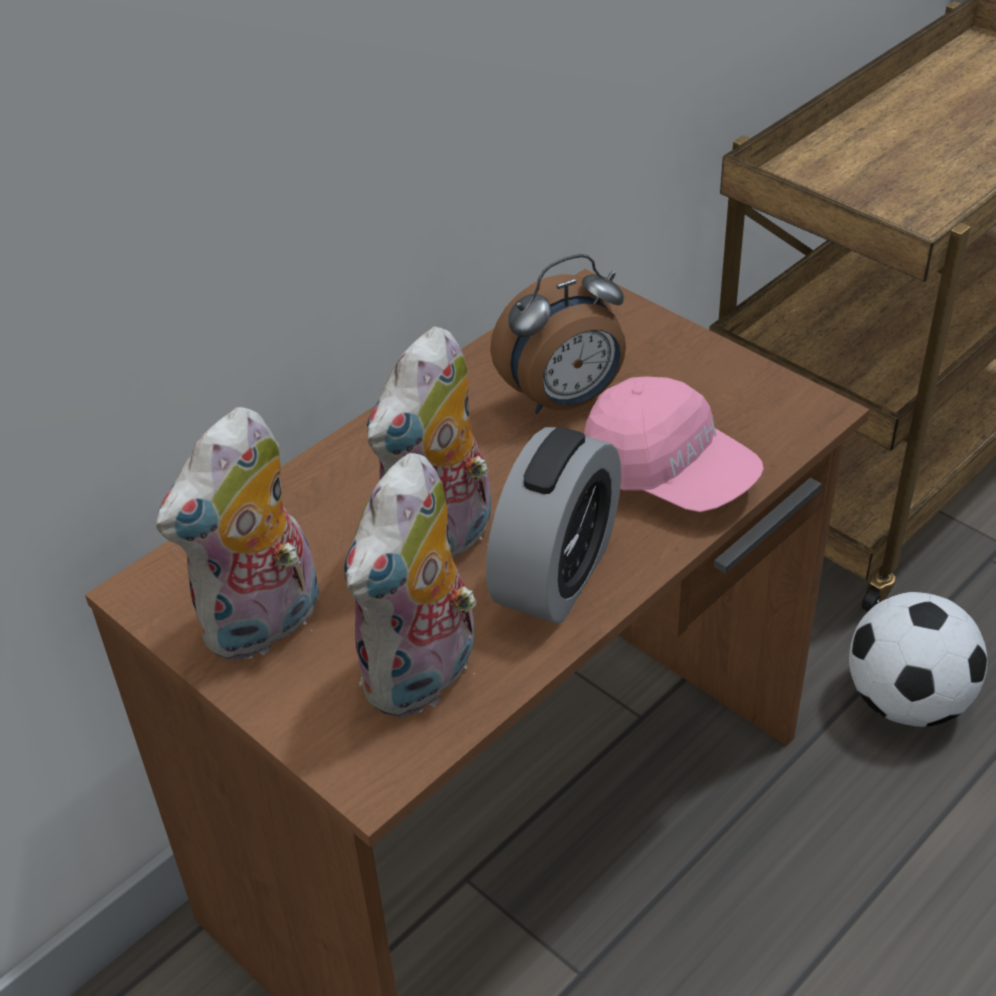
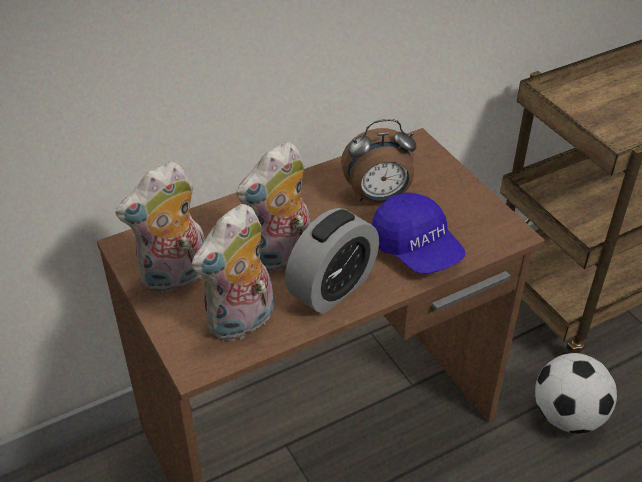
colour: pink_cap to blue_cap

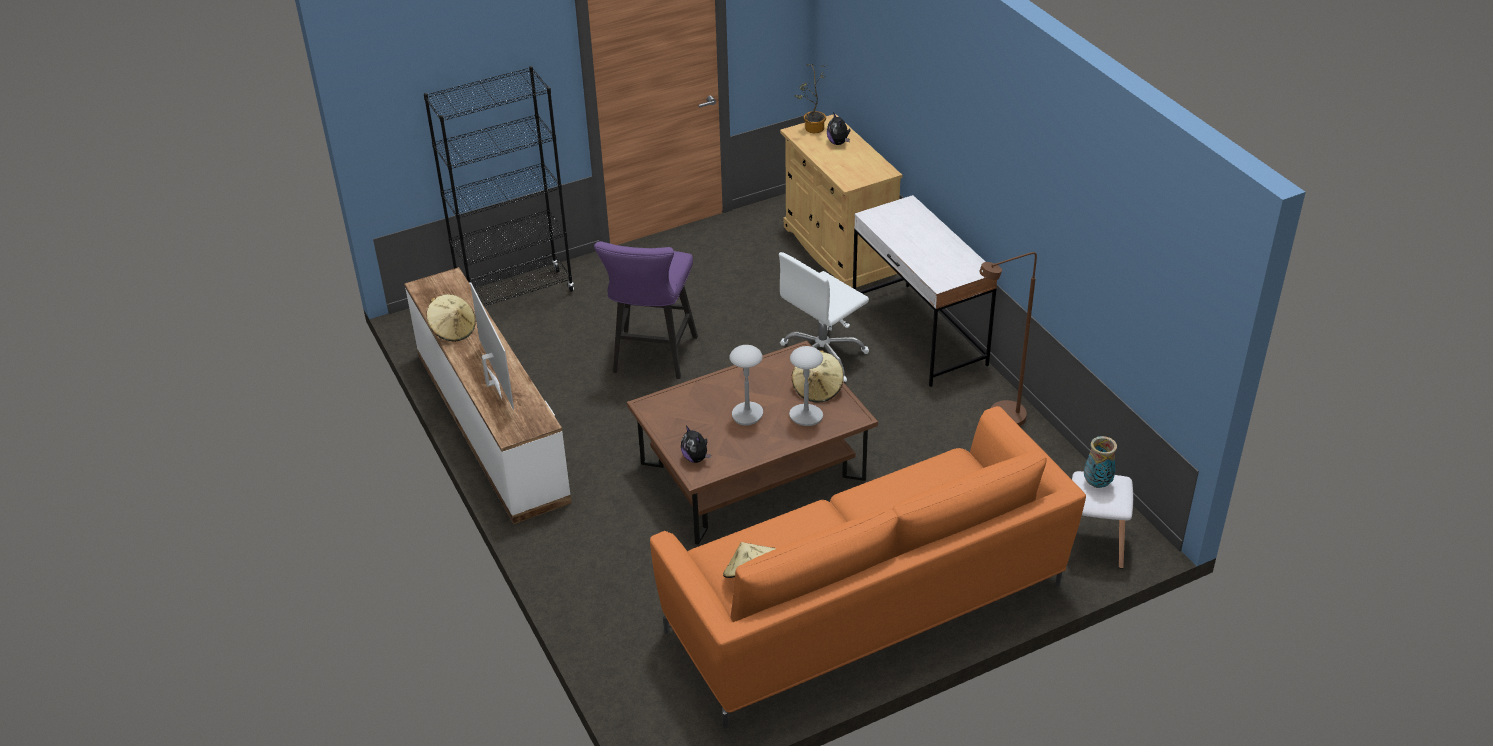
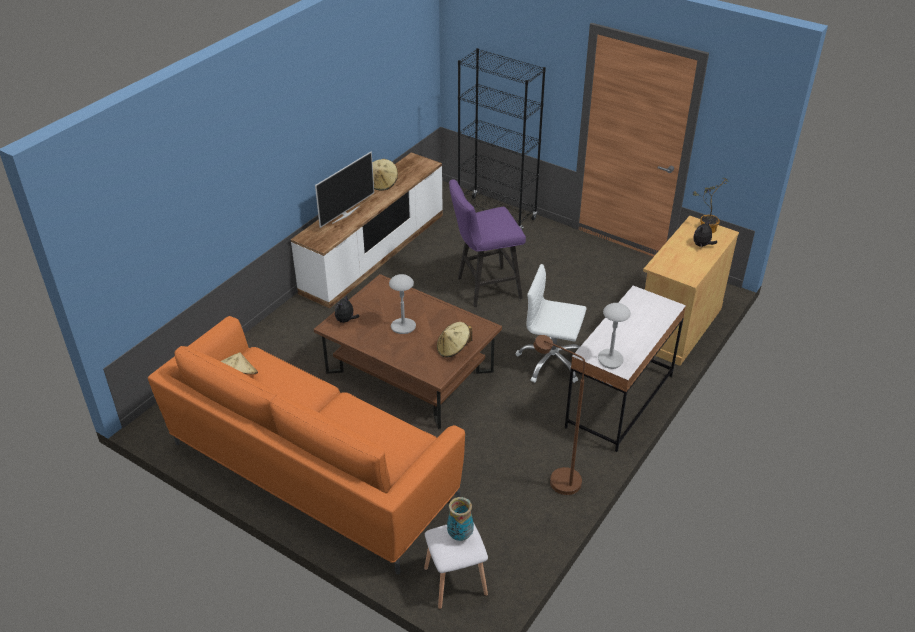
relocated: grey_table_lamp (no. 2 from left)

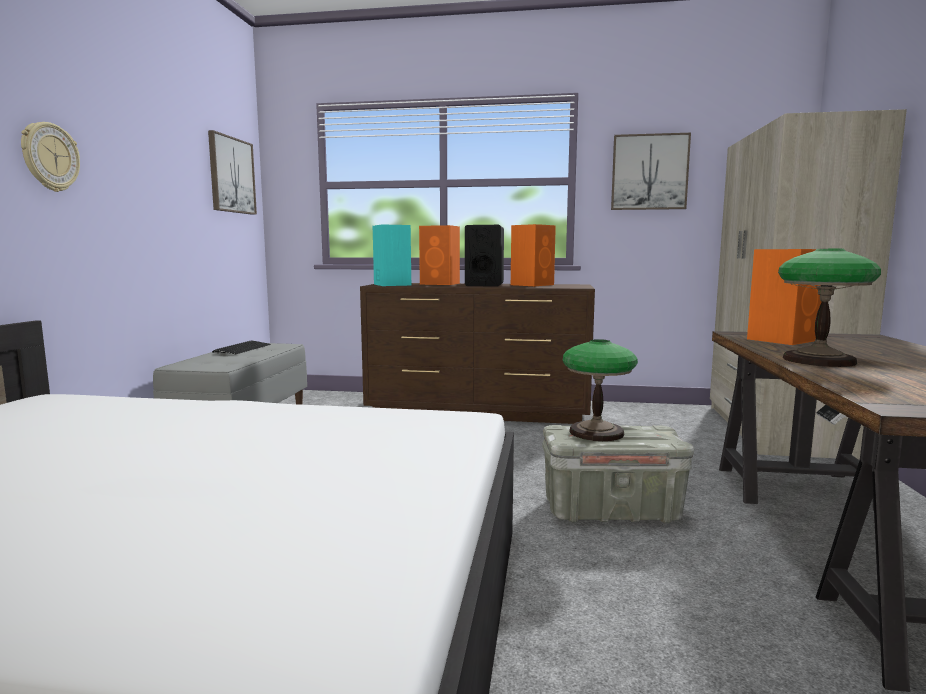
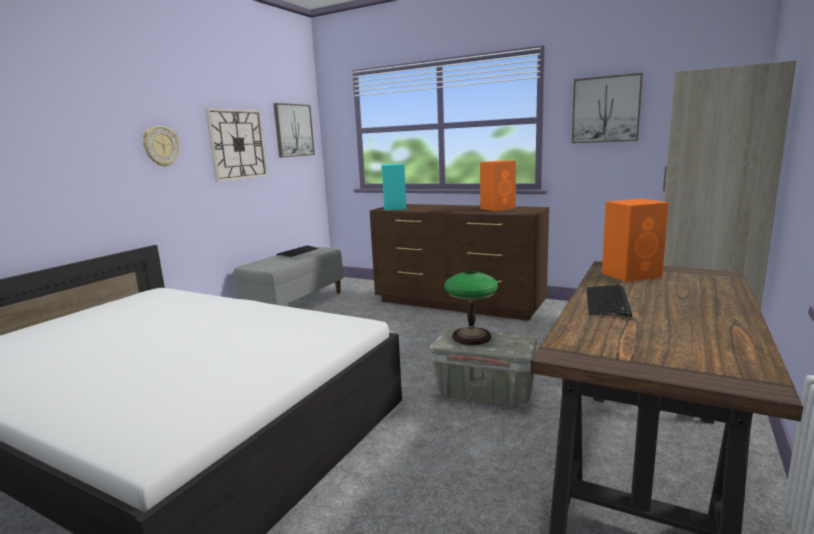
missing: orange_speaker (no. 1 from left); black_speaker
appeared: wall_clock (no. 2 from left)
exchanged: table_lamp (no. 2 from left) to keyboard (no. 2 from left)

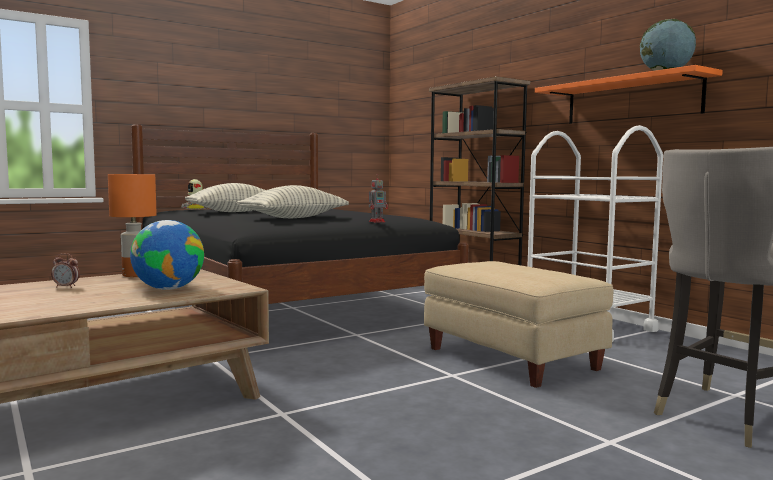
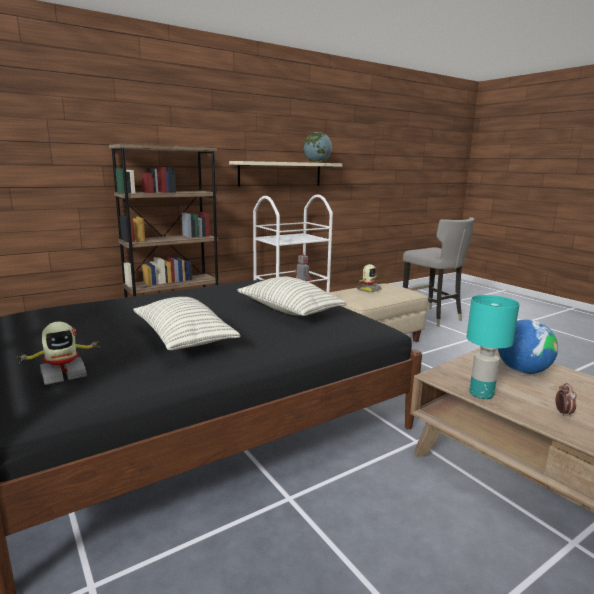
appeared: toy_robot (no. 3 from left)
colour: orange_table_lamp to turquoise_table_lamp; orange_shelf to beige_shelf

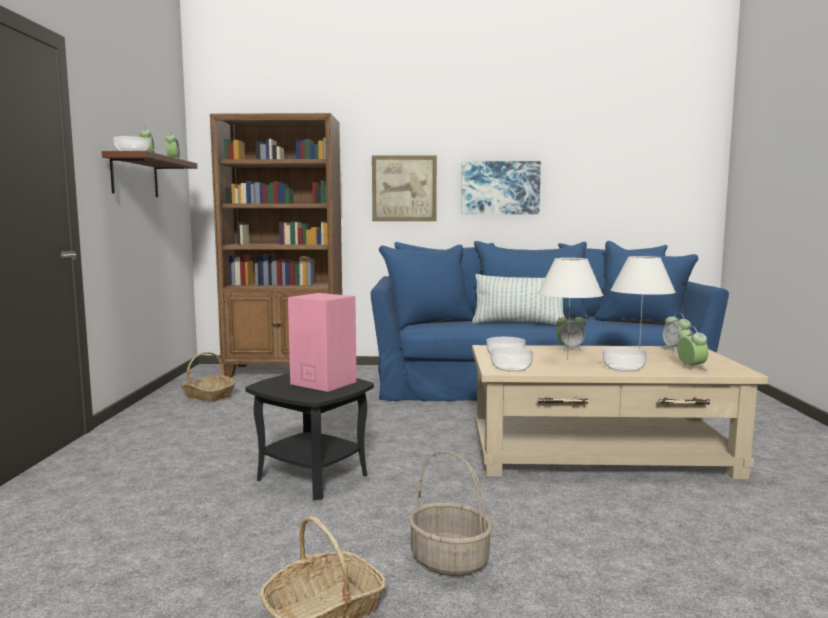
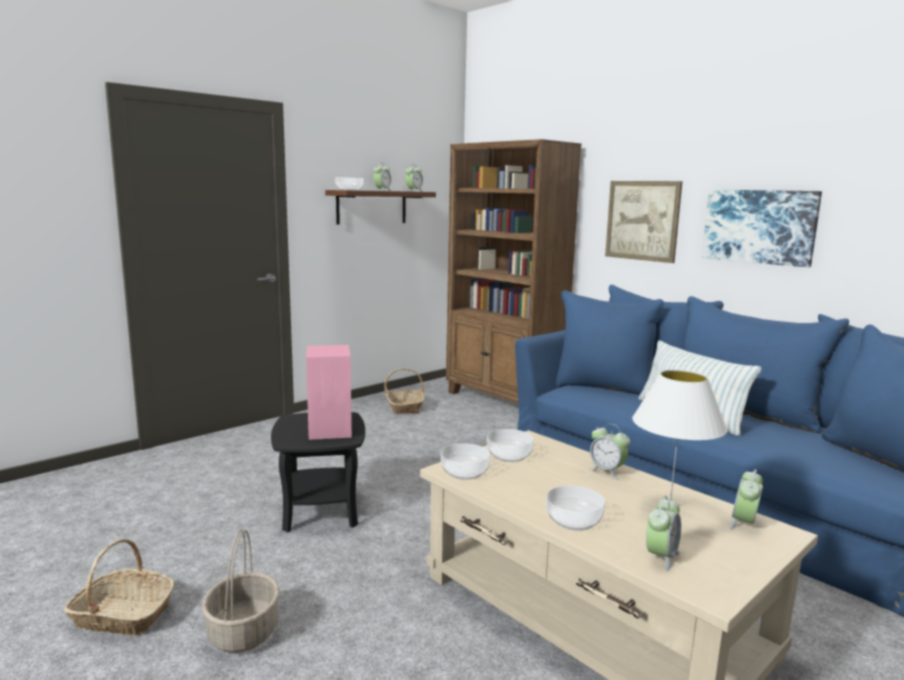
missing: white_table_lamp (no. 1 from left)

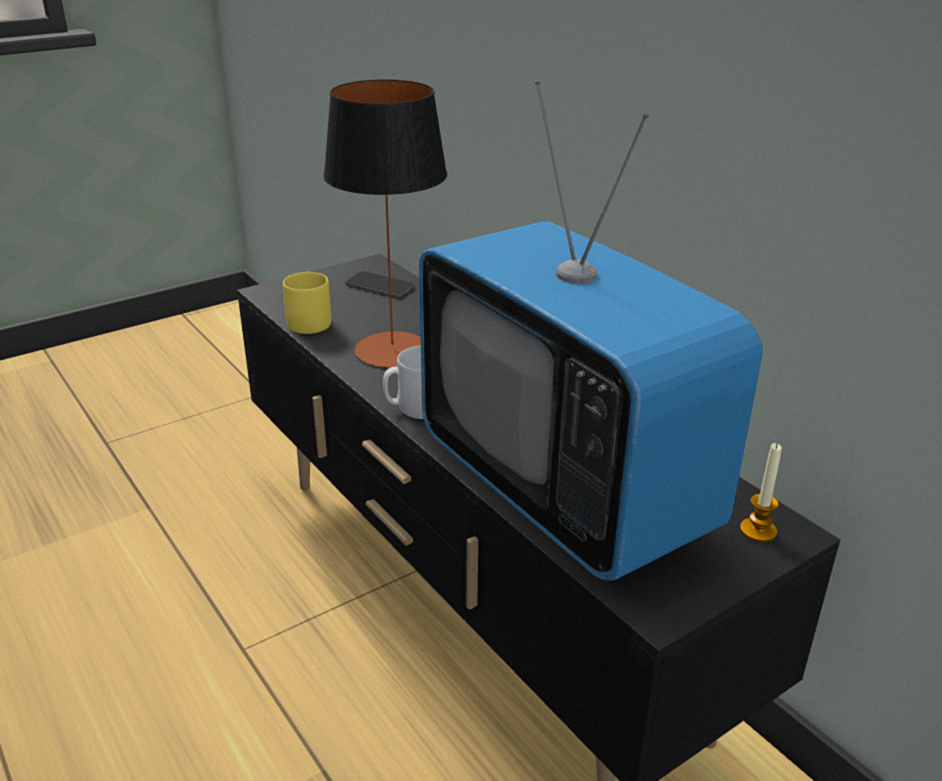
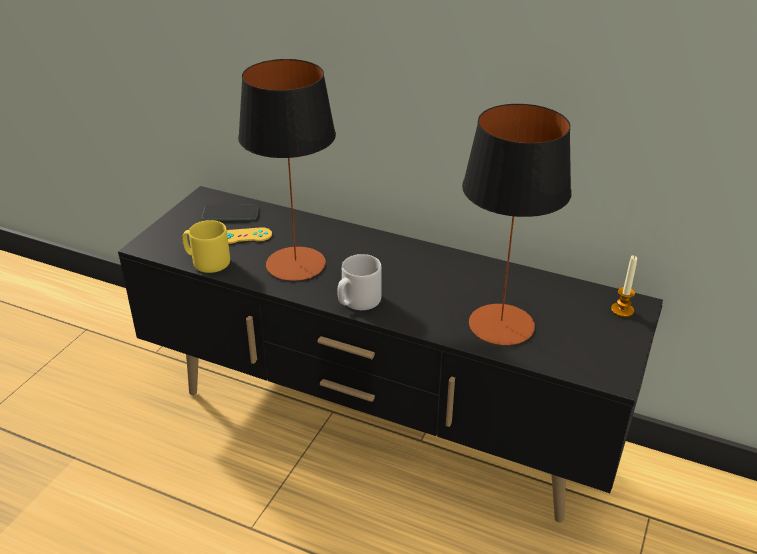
appeared: yellow_game_controller
exchanged: television to table_lamp (no. 2 from left)

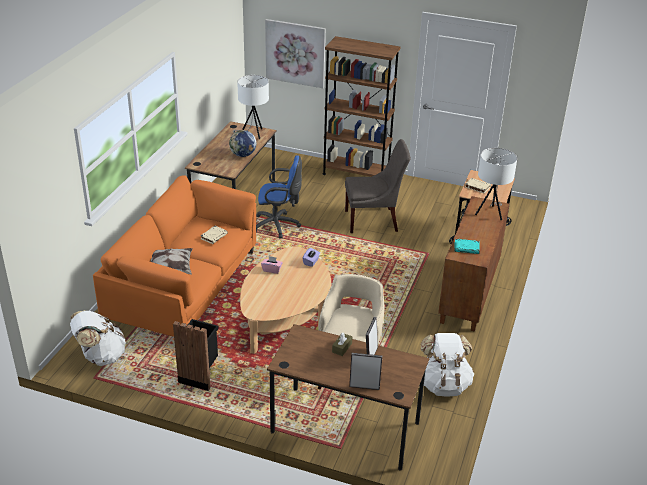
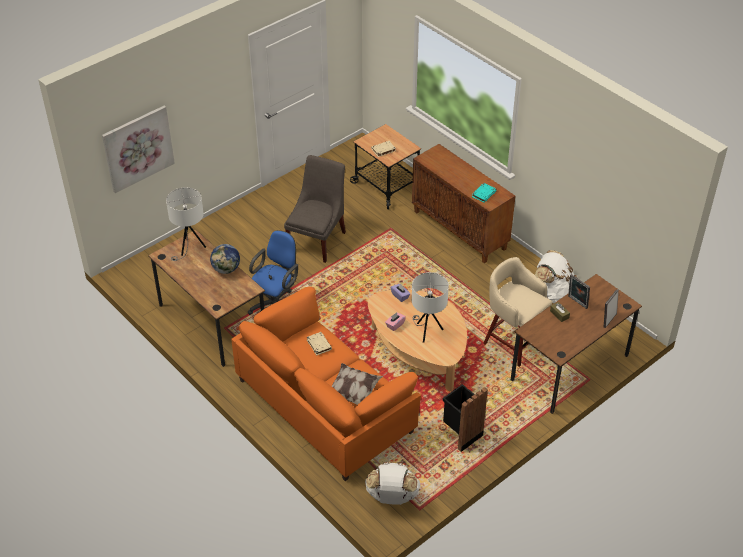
missing: brown_bookcase
relocated: white_table_lamp (no. 2 from left)

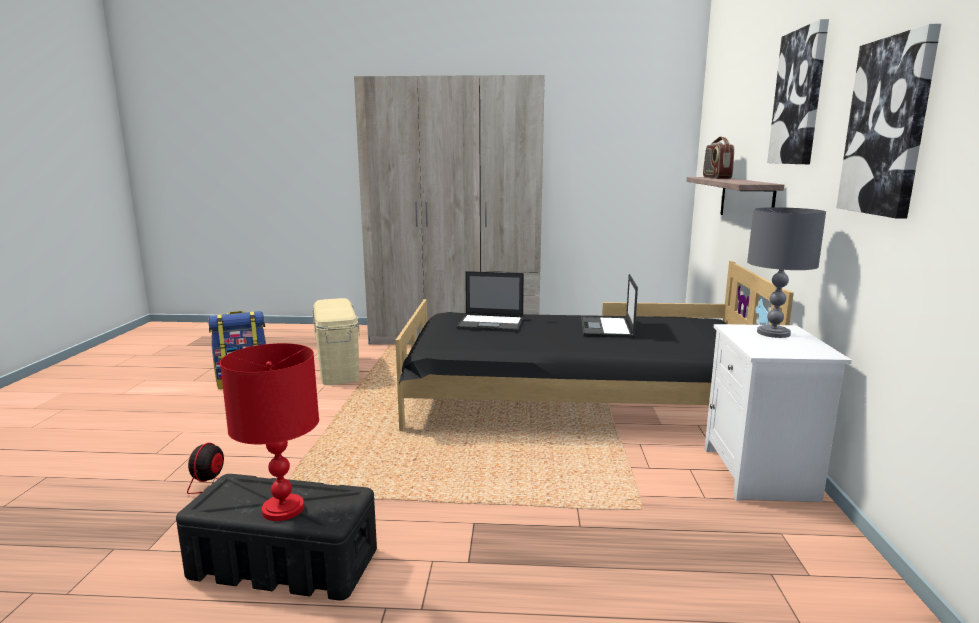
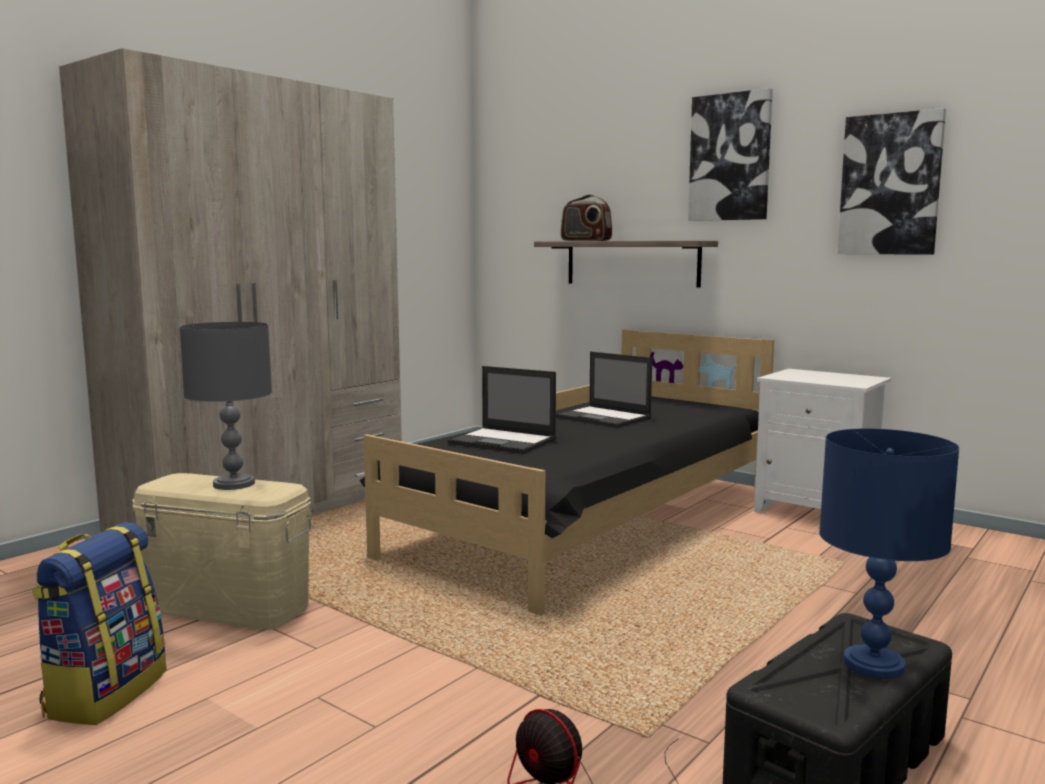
relocated: grey_table_lamp
colour: red_table_lamp to blue_table_lamp
spun: laptop (no. 1 from left) 75 degrees clockwise

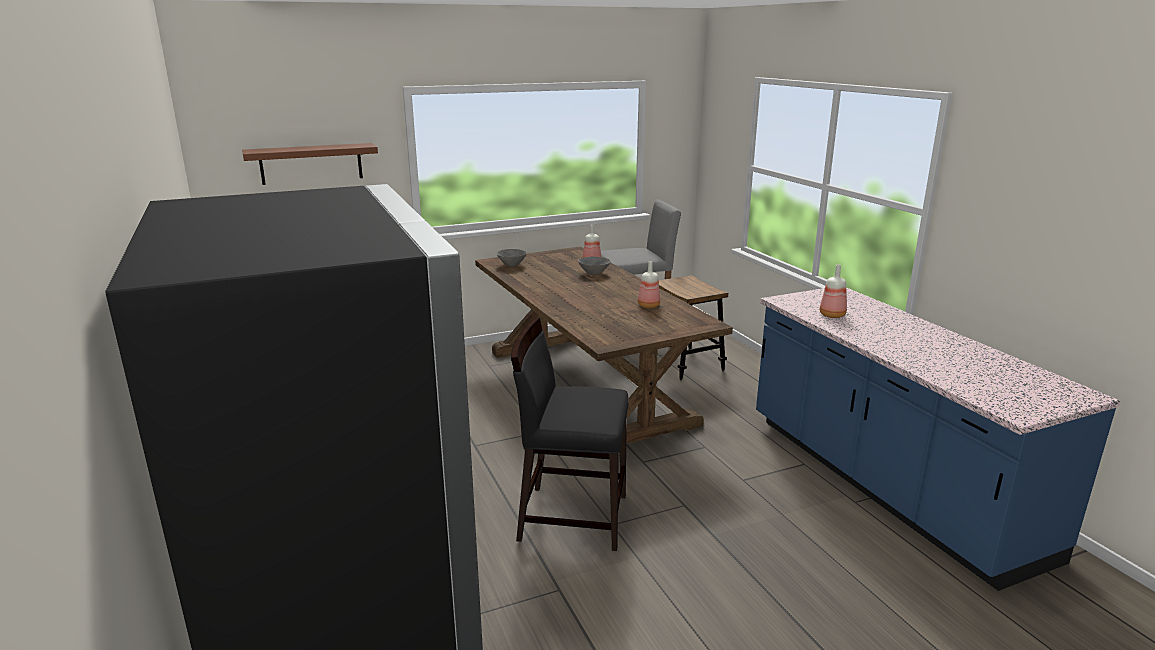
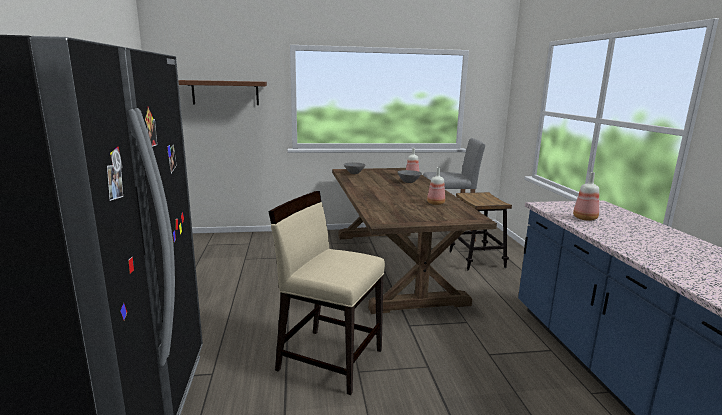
colour: black_chair to beige_chair

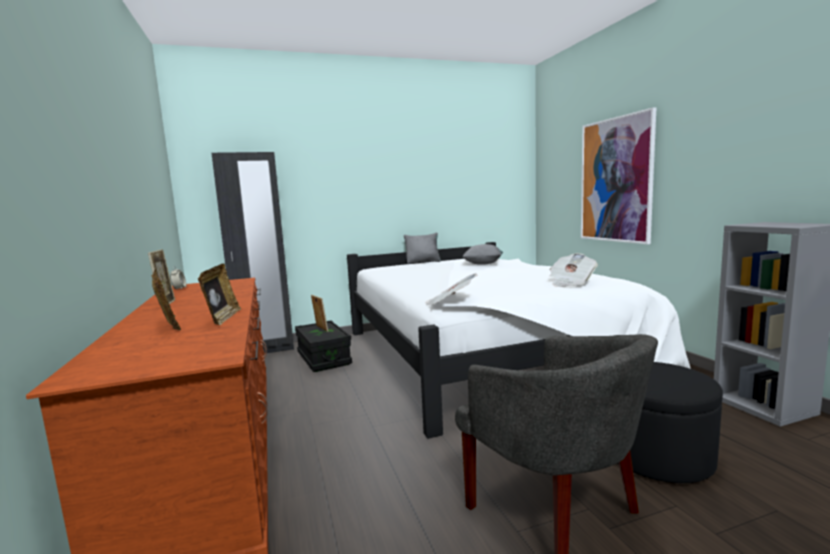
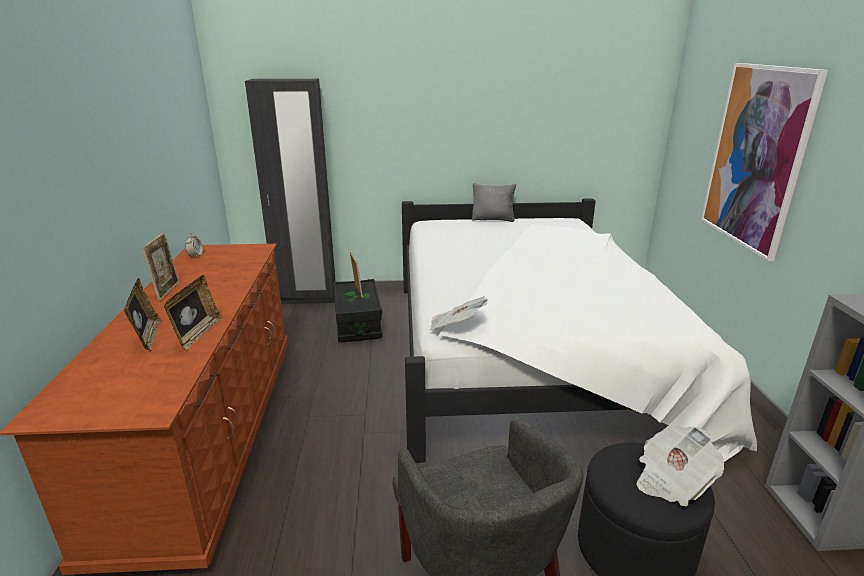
missing: grey_pillow (no. 2 from left)
relocated: newspaper (no. 2 from left)

